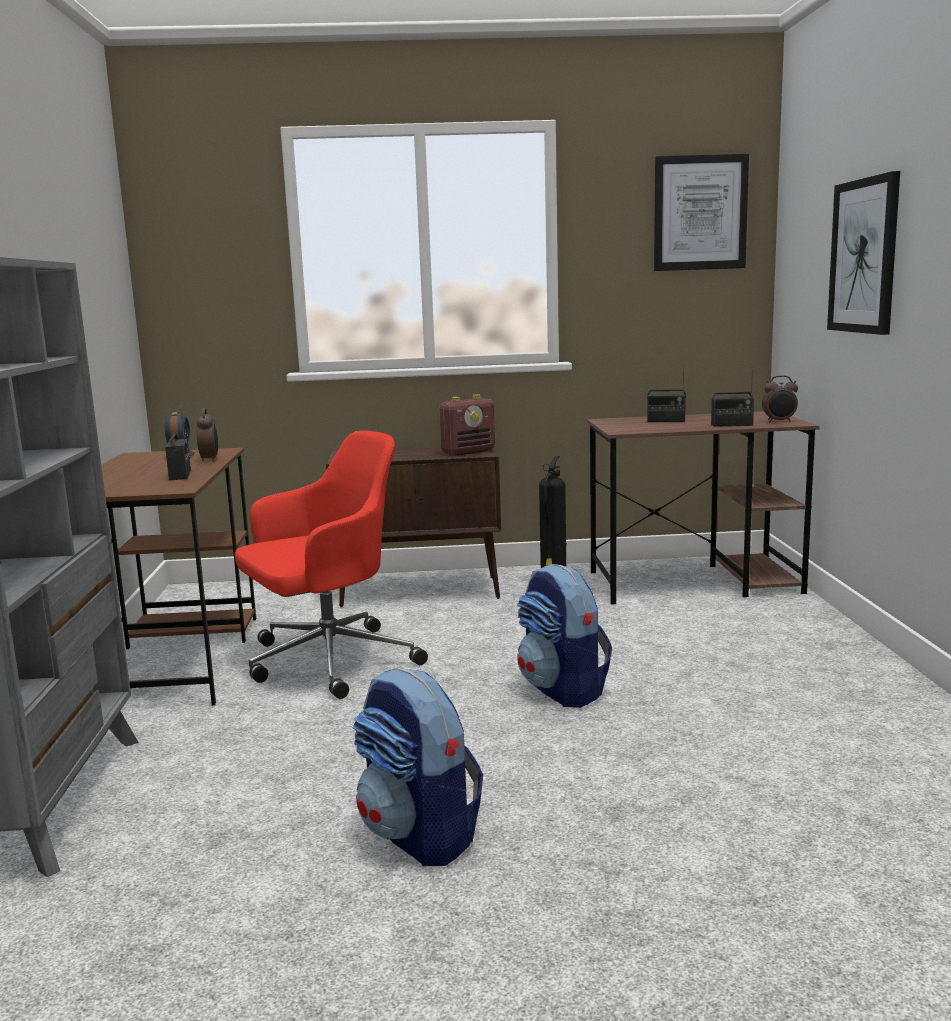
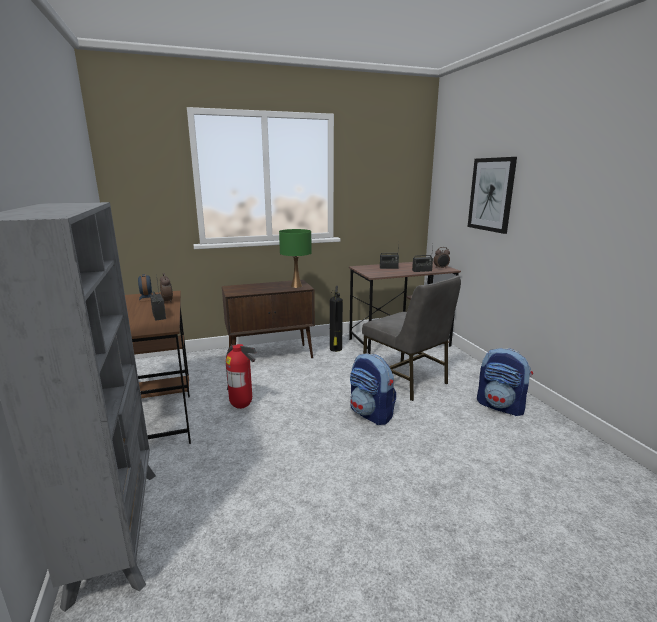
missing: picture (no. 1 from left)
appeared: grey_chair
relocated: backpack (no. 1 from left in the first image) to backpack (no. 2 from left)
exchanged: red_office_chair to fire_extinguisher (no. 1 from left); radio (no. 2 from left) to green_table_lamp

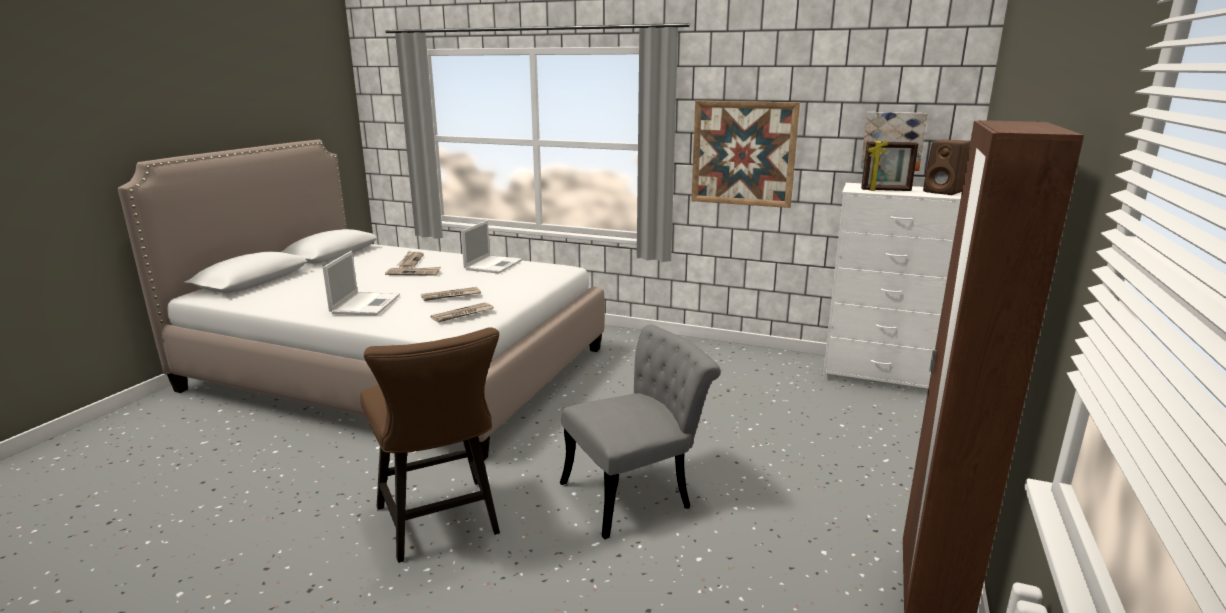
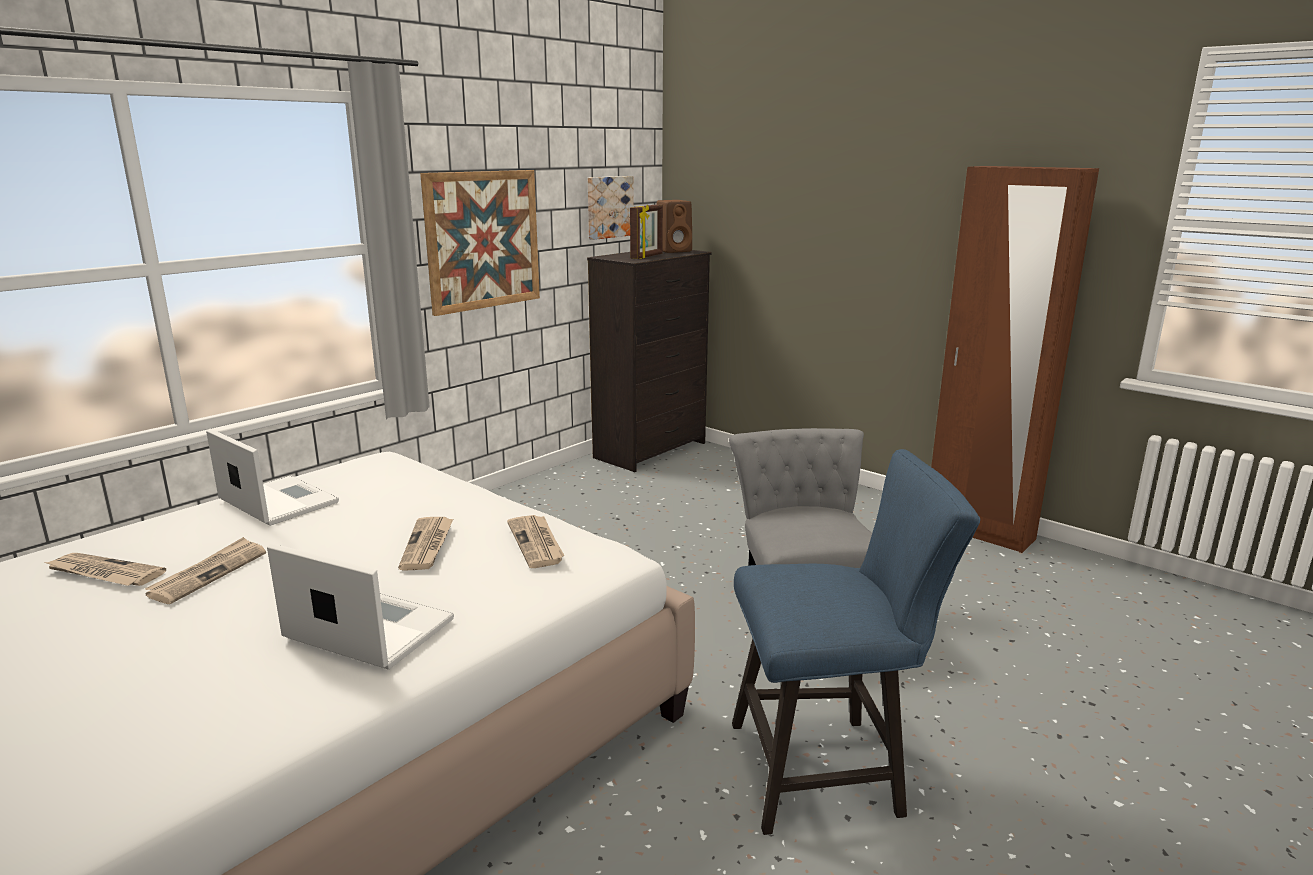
colour: brown_chair to blue_chair; white_dresser to black_dresser

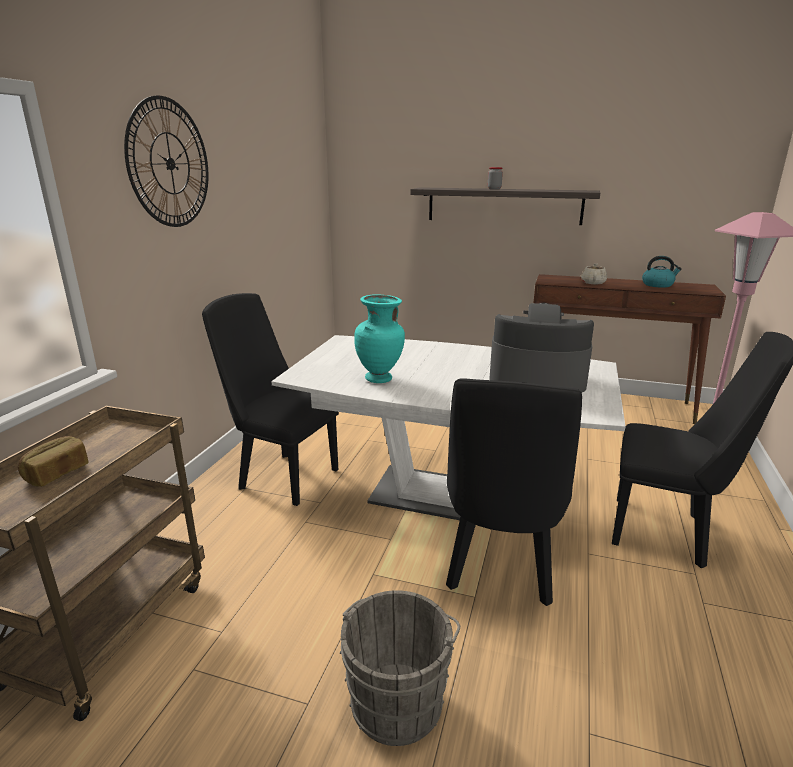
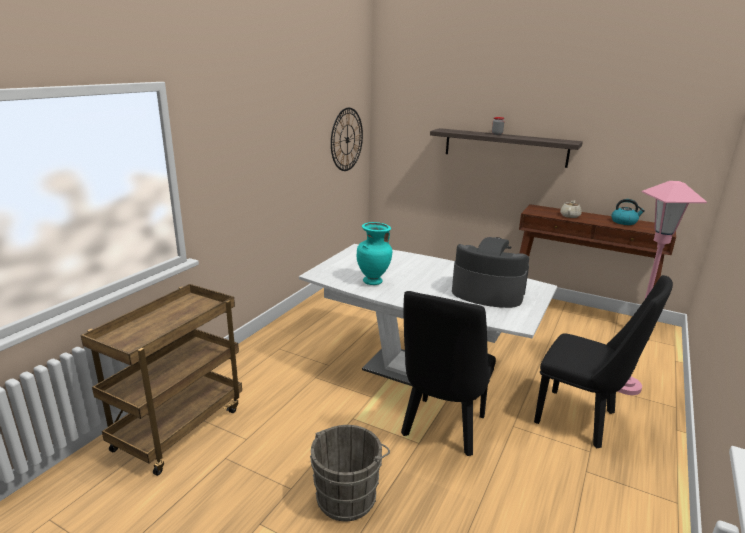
missing: bread; black_chair (no. 1 from left)
relocated: wall_clock

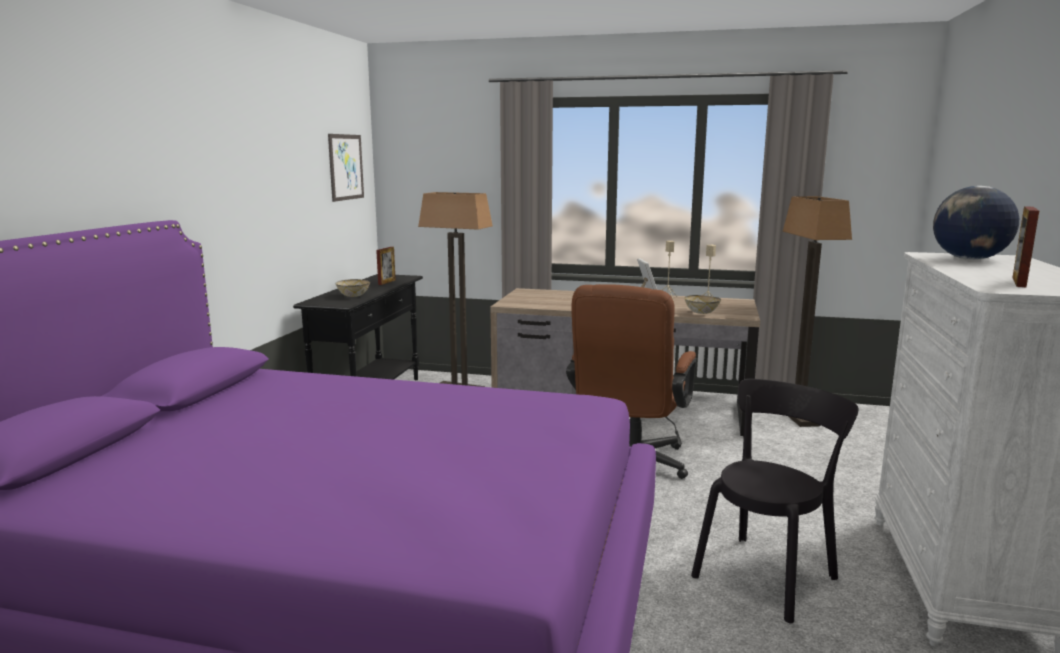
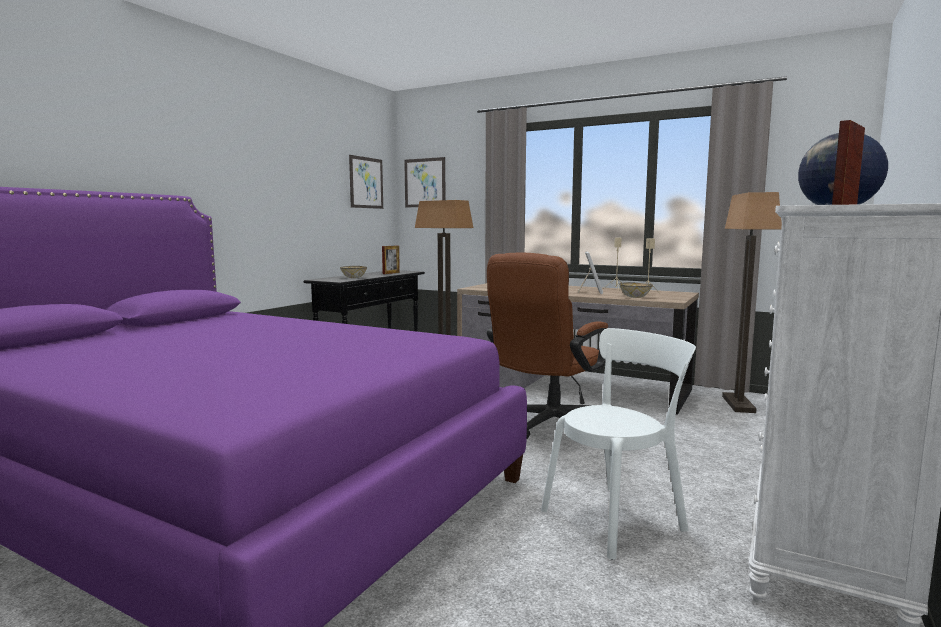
appeared: picture (no. 2 from left)
colour: black_chair to white_chair

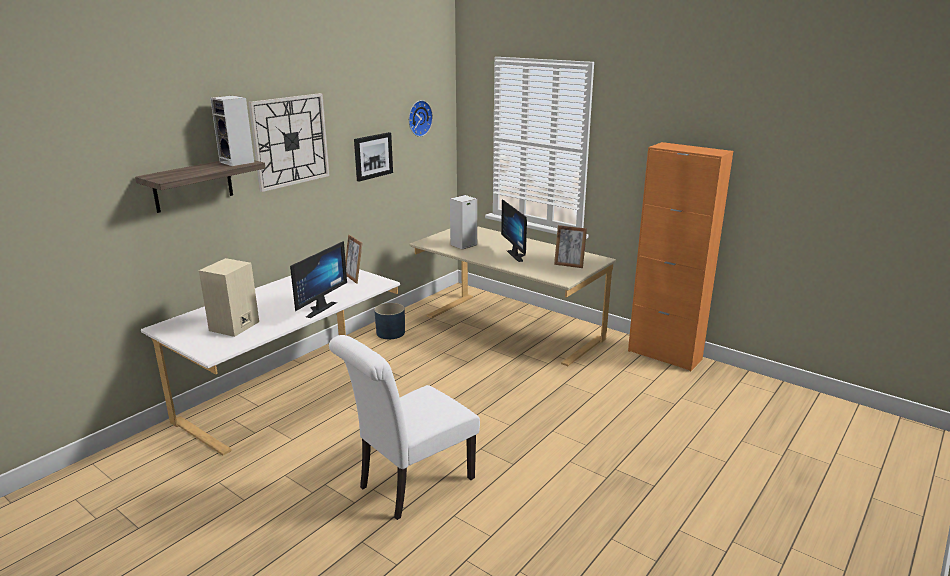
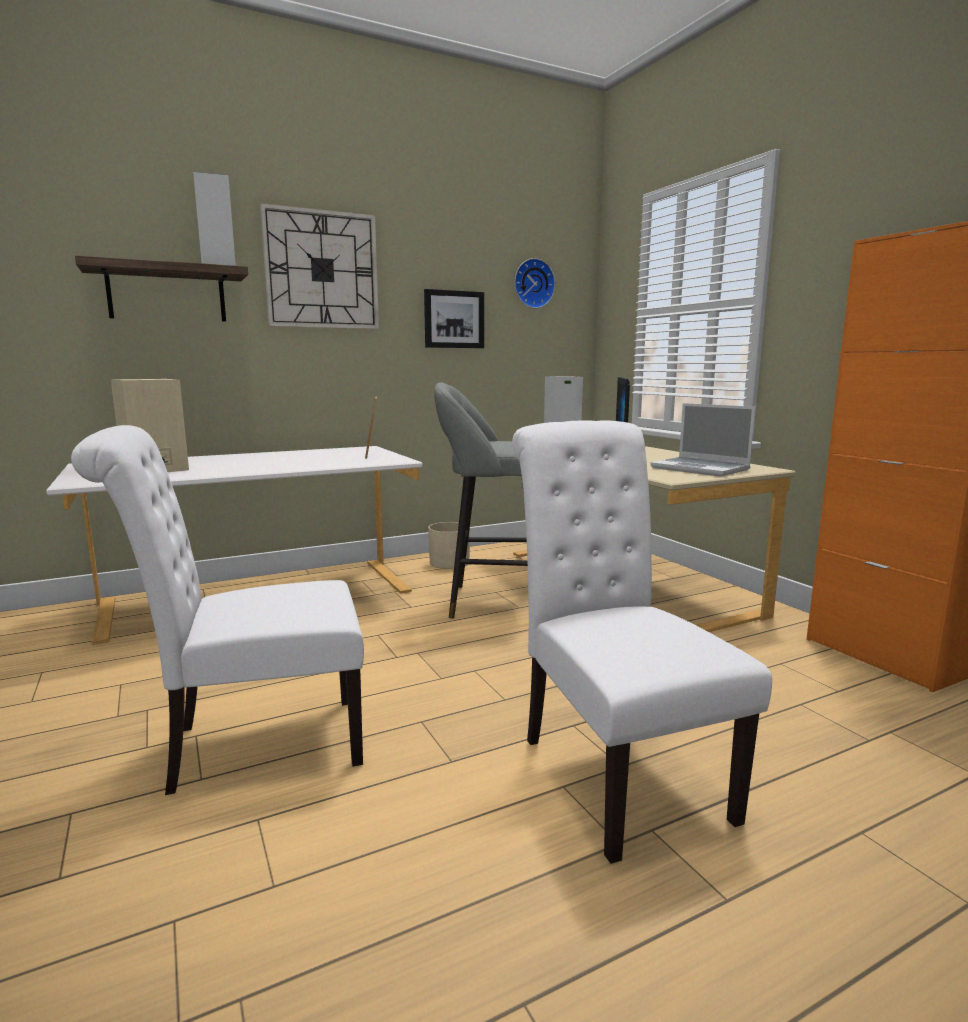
missing: monitor (no. 1 from left)
appeared: grey_stool; white_chair (no. 2 from left)
exchanged: picture_frame (no. 2 from left) to laptop
colour: blue_planter to beige_planter

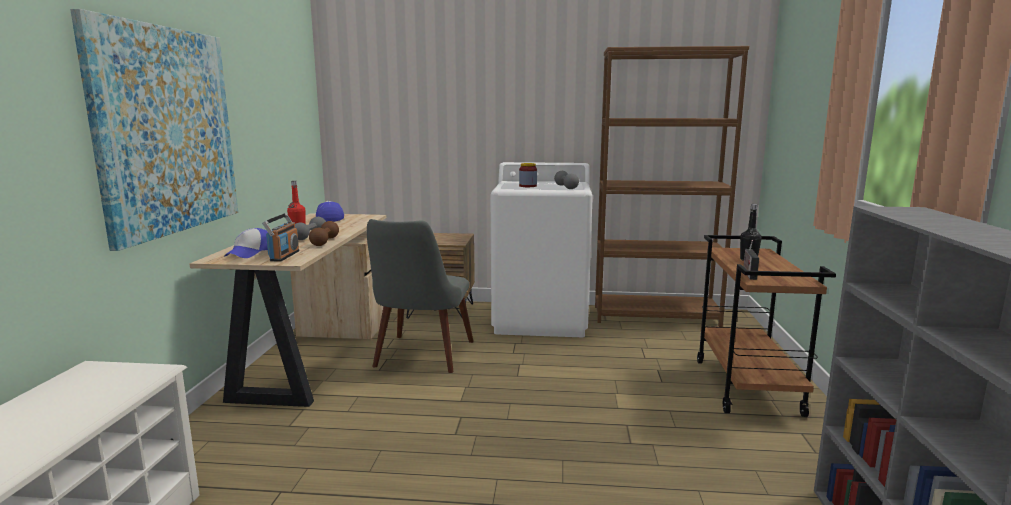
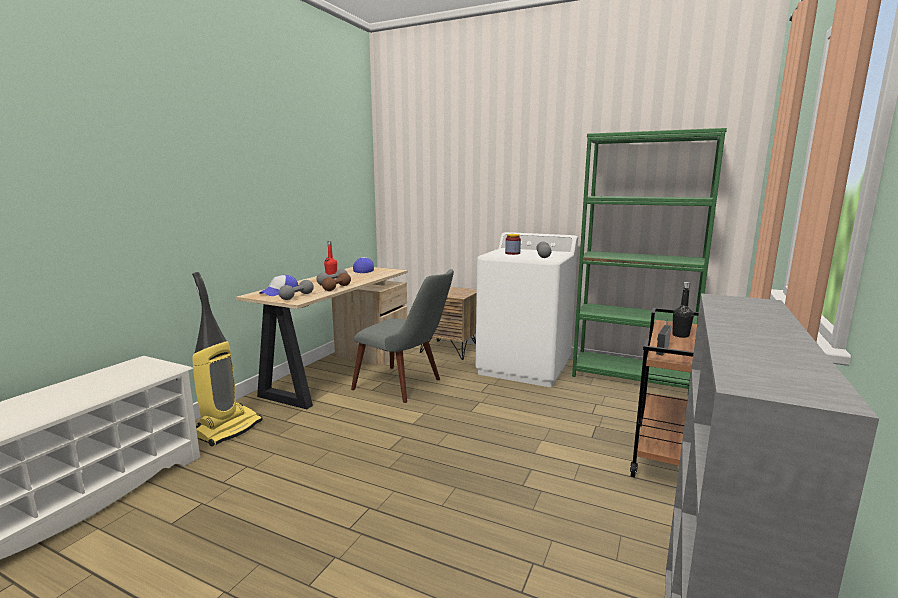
missing: picture
appeared: vacuum_cleaner
exchanged: radio (no. 1 from left) to grey_dumbbell (no. 1 from left)
colour: brown_bookcase to green_bookcase
spun: grey_chair 90 degrees counterclockwise

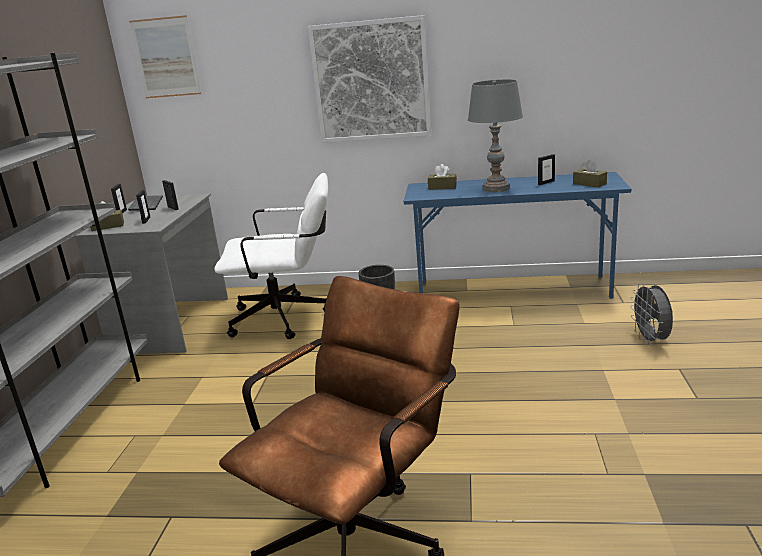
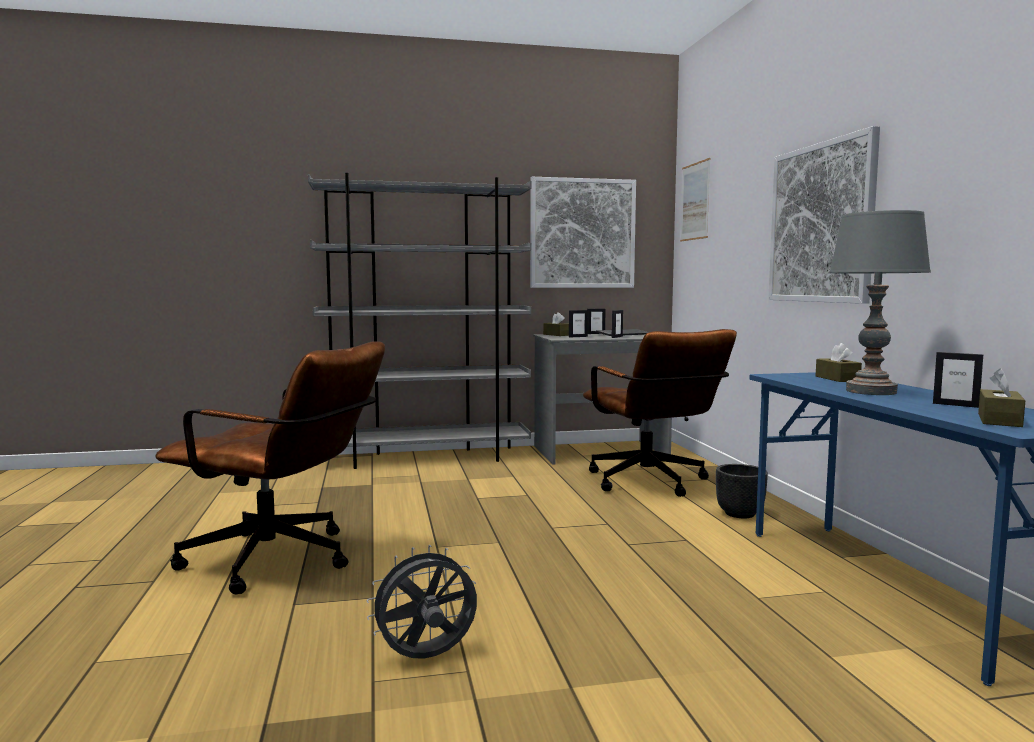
appeared: picture (no. 1 from left)
relocated: grey_fan
colour: white_office_chair to brown_office_chair (no. 2 from left)

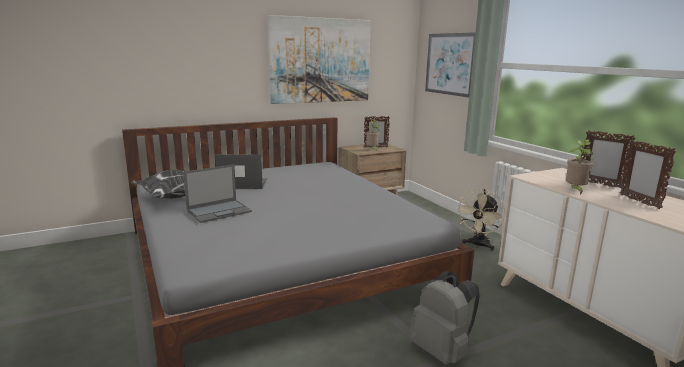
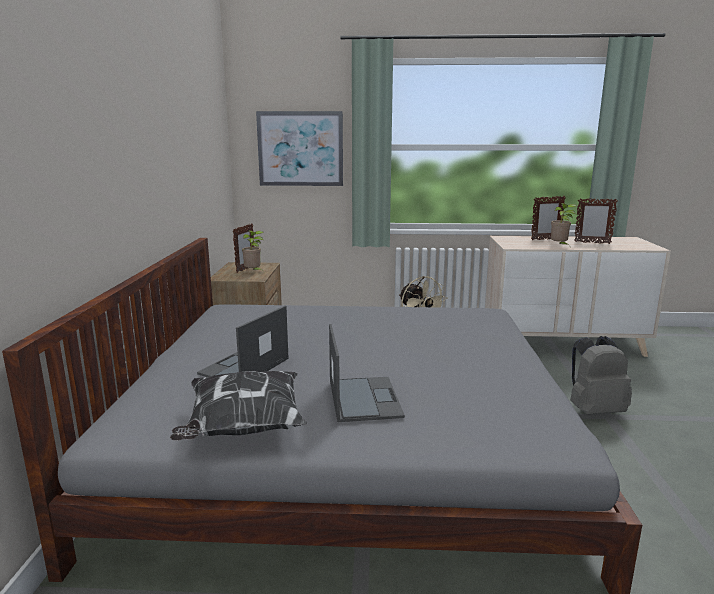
missing: picture (no. 1 from left)

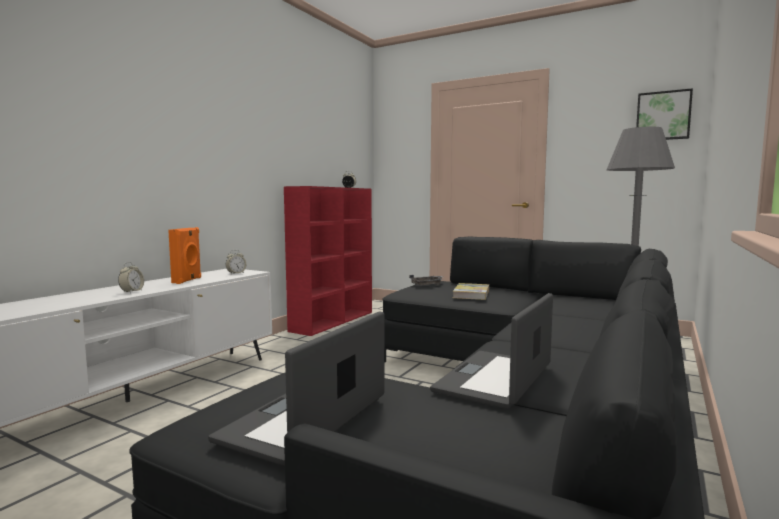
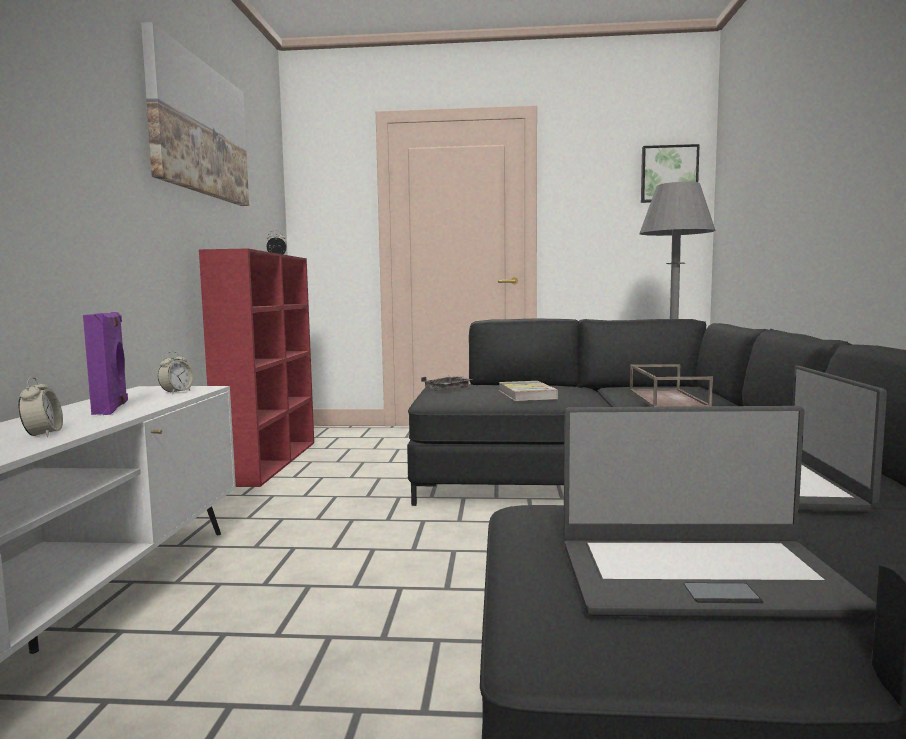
appeared: picture (no. 1 from left); brown_tray
colour: orange_speaker to purple_speaker
spun: laptop (no. 1 from left) 90 degrees counterclockwise

